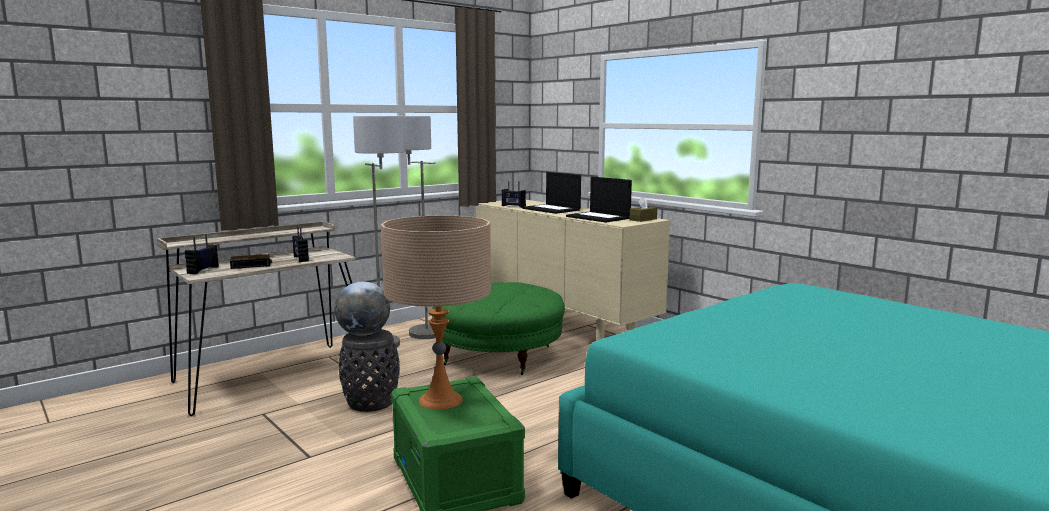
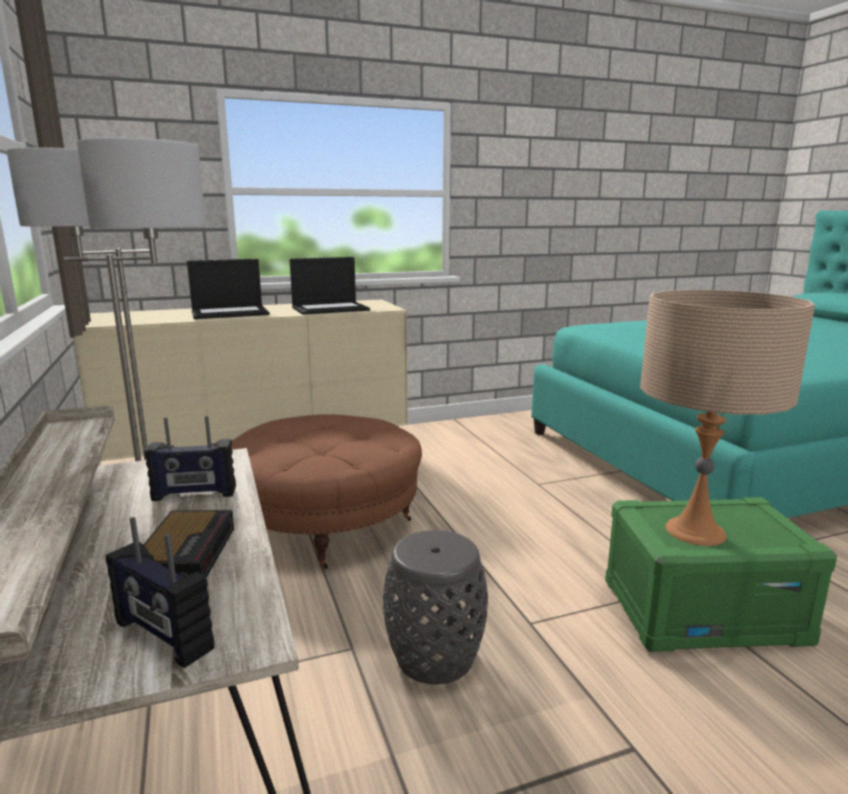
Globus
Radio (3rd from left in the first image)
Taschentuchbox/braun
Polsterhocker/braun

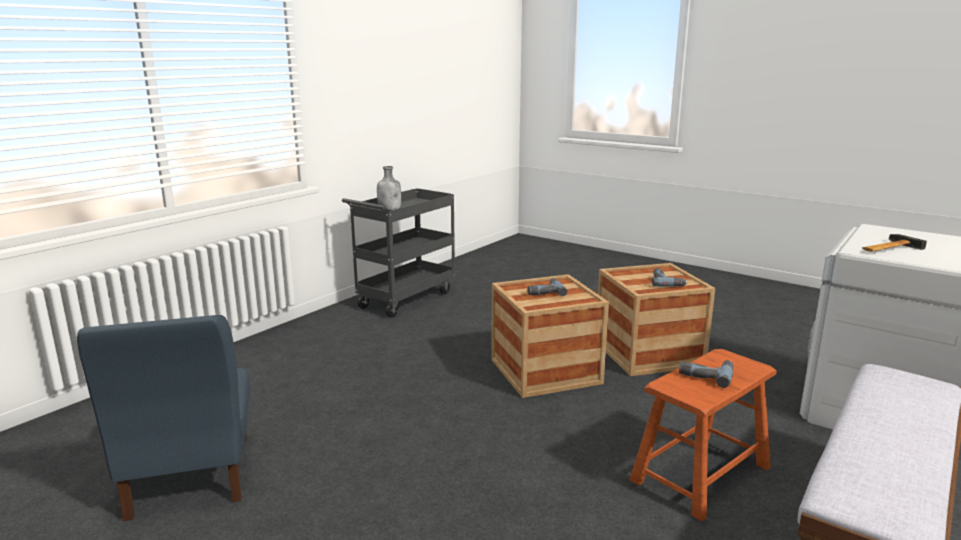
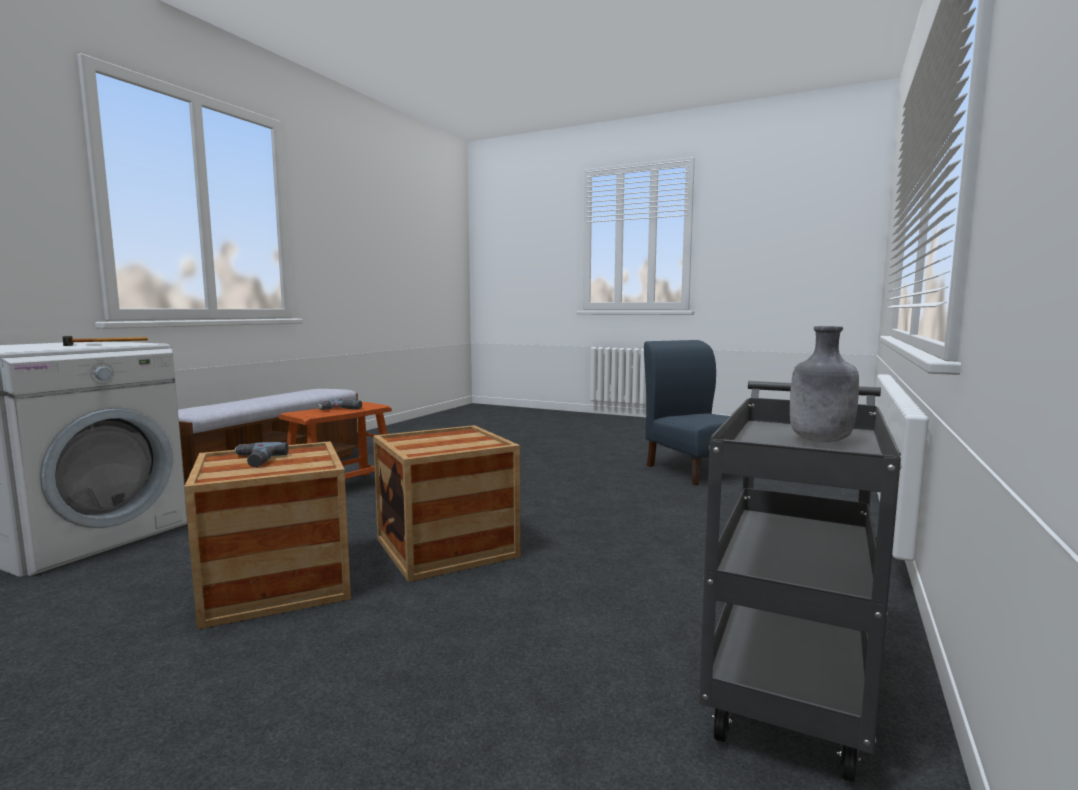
Bohrmaschine (1st from left in the first image)

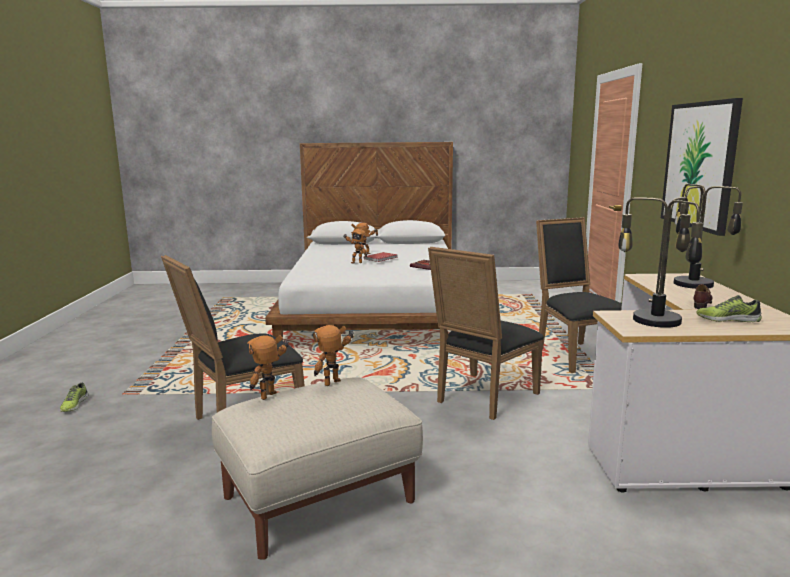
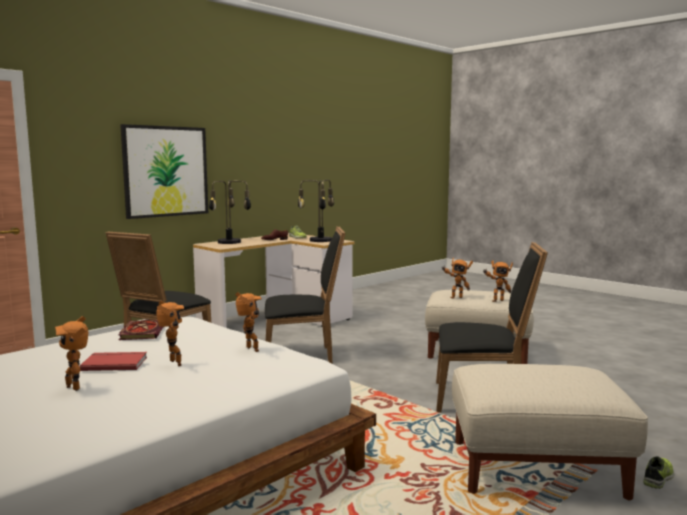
Spielzeugroboter (3rd from left)
Polsterhocker/beige (2nd from left)

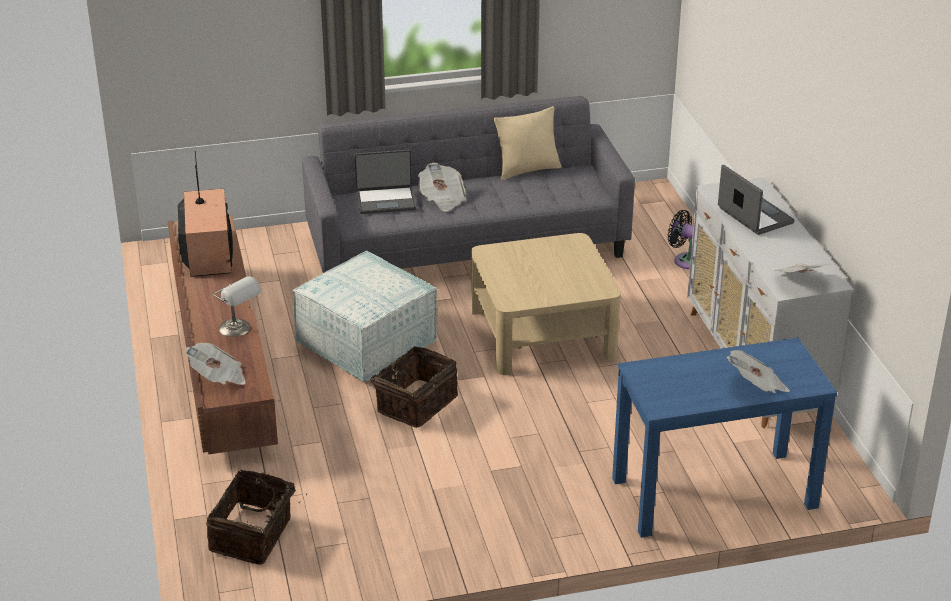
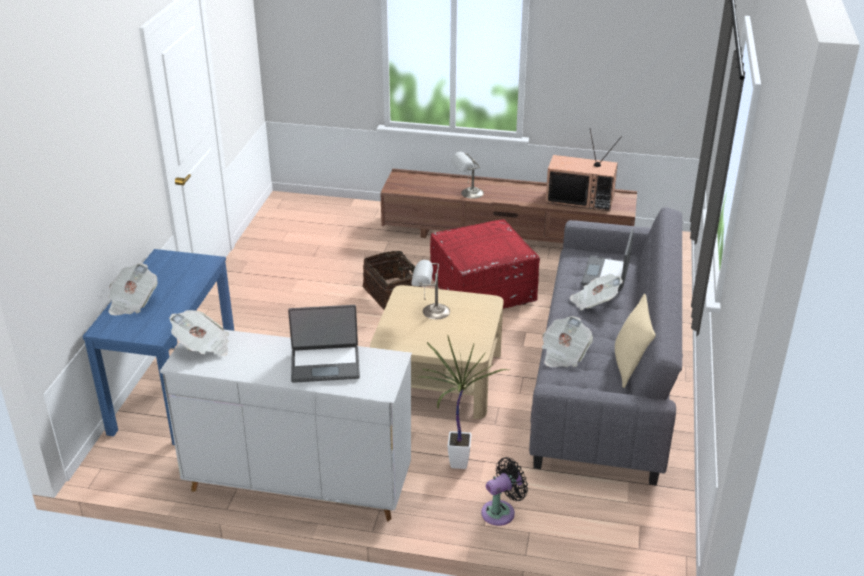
Korb (1st from left in the first image)
Tischlampe/weiß (1st from left)
Topfpflanze
Zeitung (3rd from left)
Polsterhocker/rot

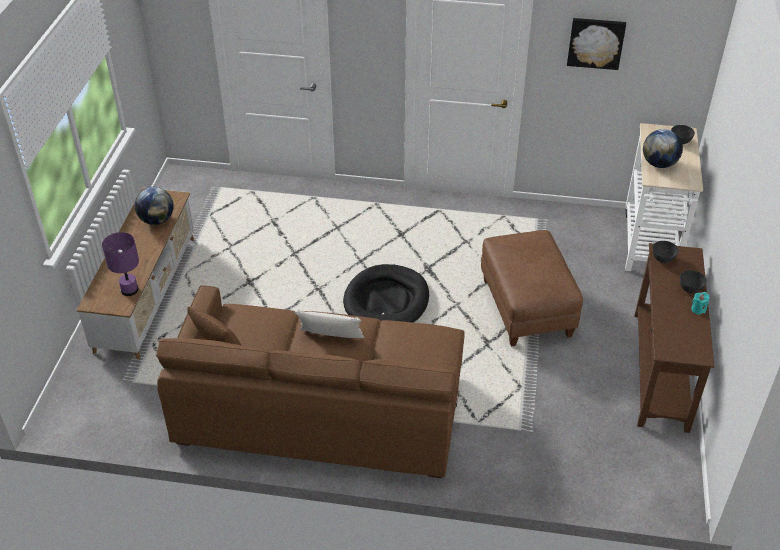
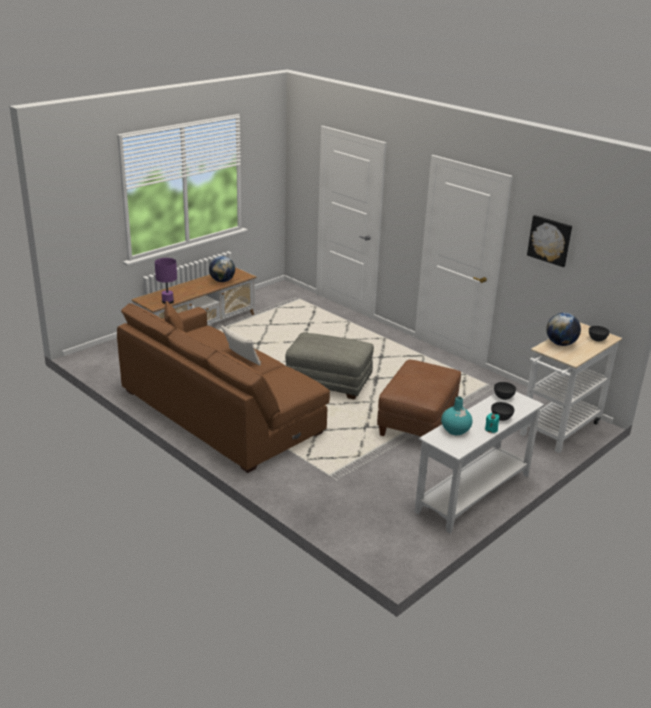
Vase/türkis
Polsterhocker/grau
Konsolentisch/weiß

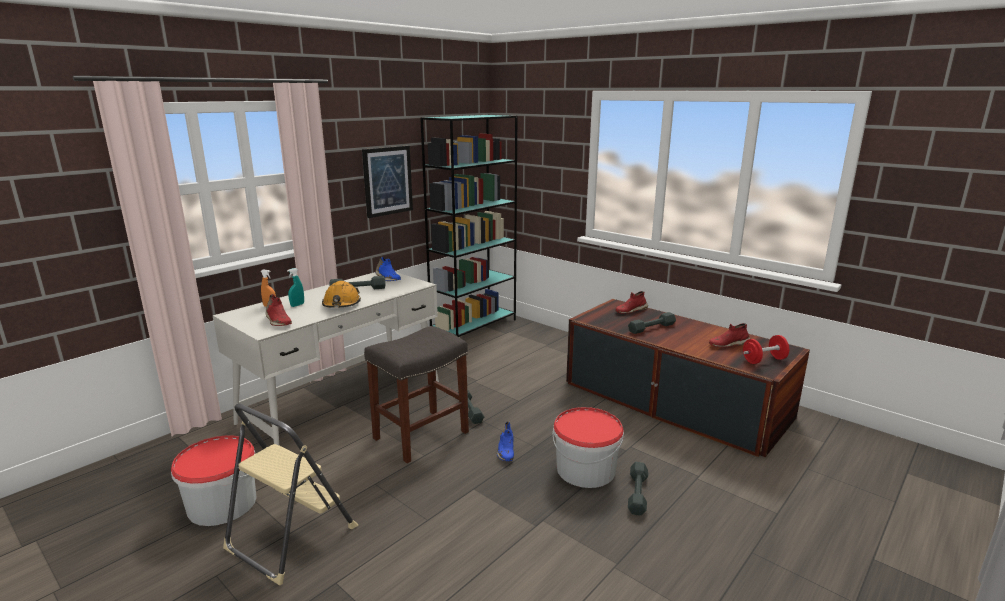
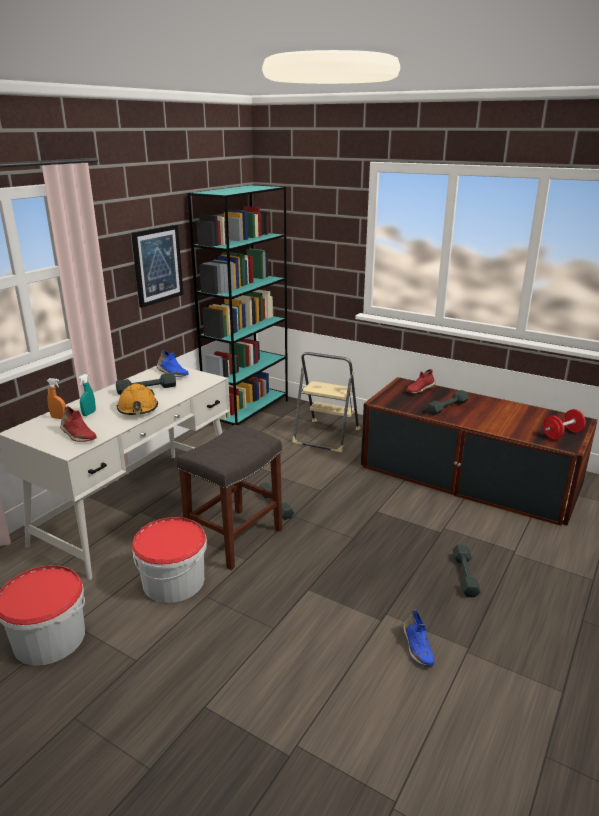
Schuh/rot (3rd from left in the first image)
Trittleiter/beige
Schuh/blau (2nd from left)
Eimer (2nd from left)

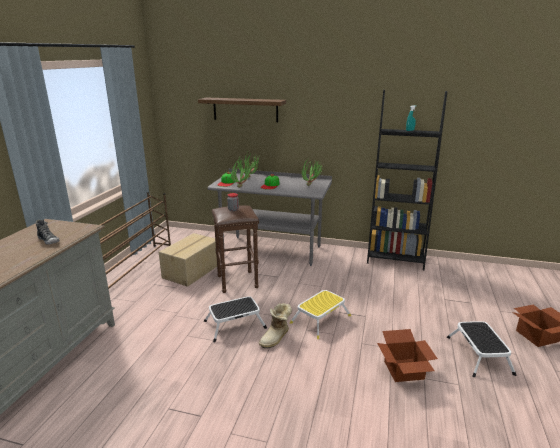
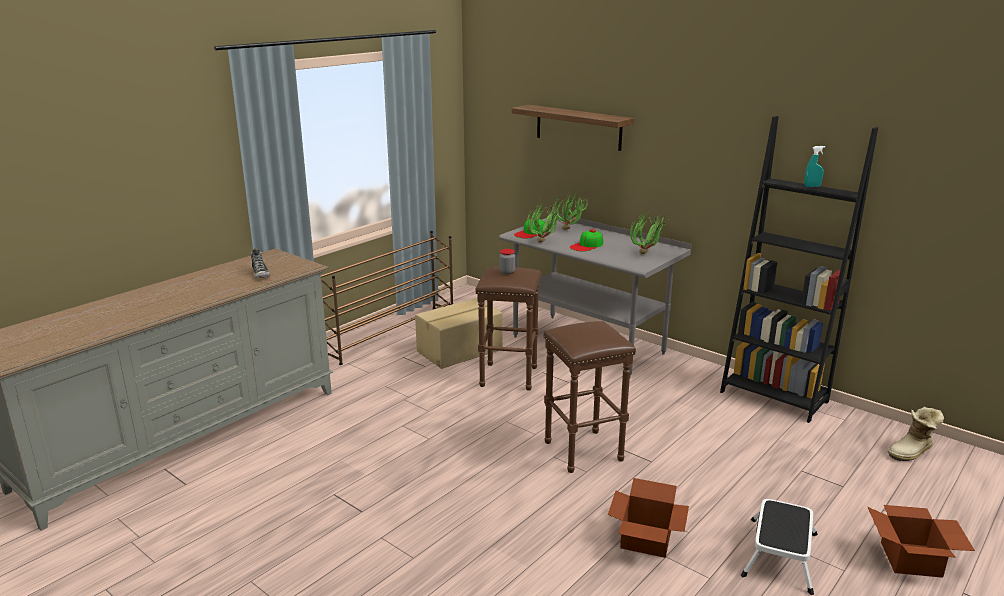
Trittleiter/schwarz (1st from left in the first image)
Stiefel
Hocker/braun (2nd from left)

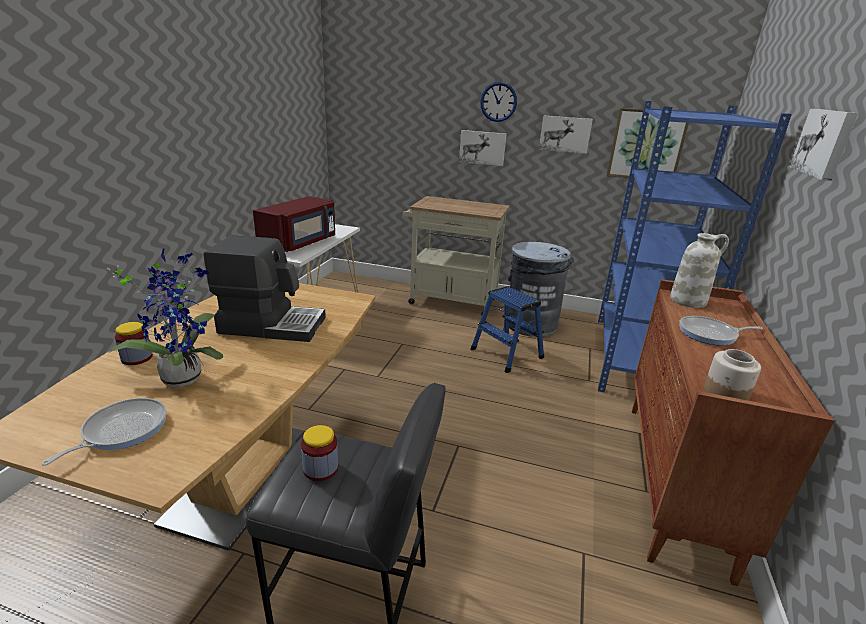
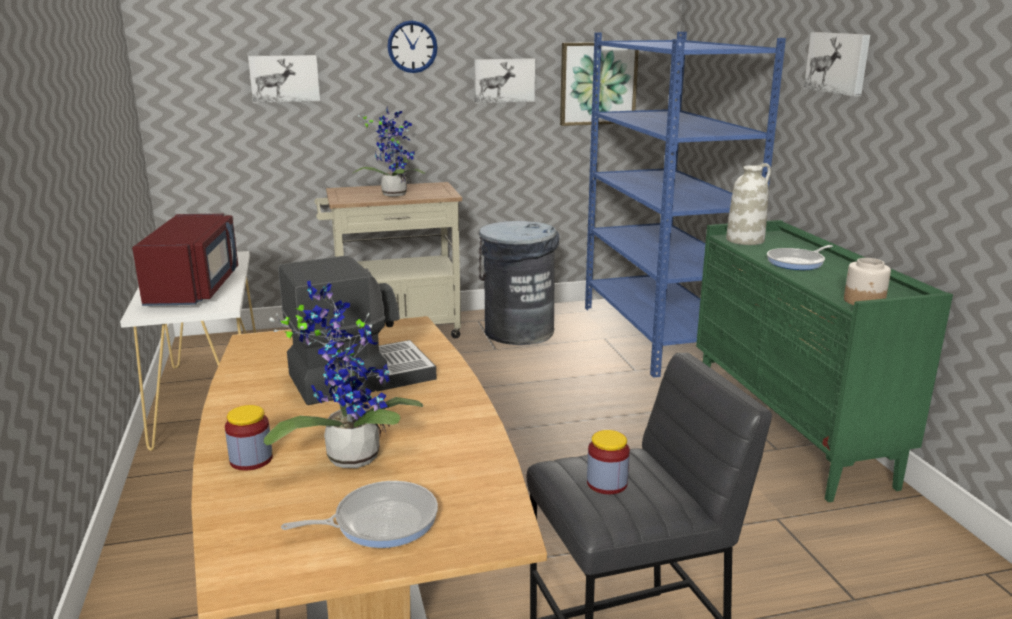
Trittleiter/blau
Topfpflanze (2nd from left)
Bild (1st from left)
Schrank/grün
Pfanne (1st from left)

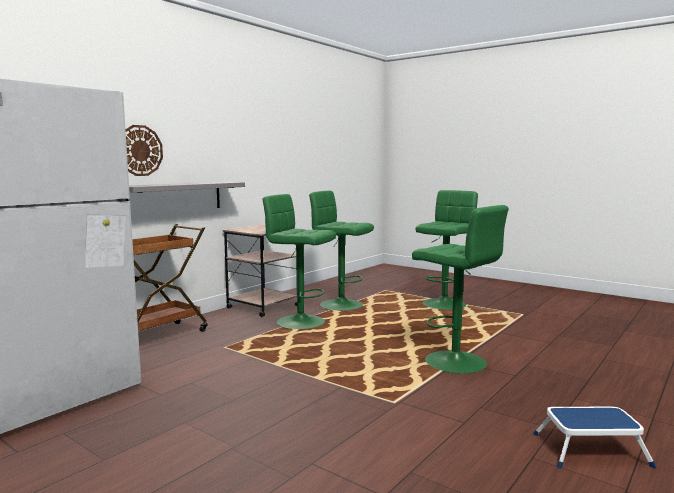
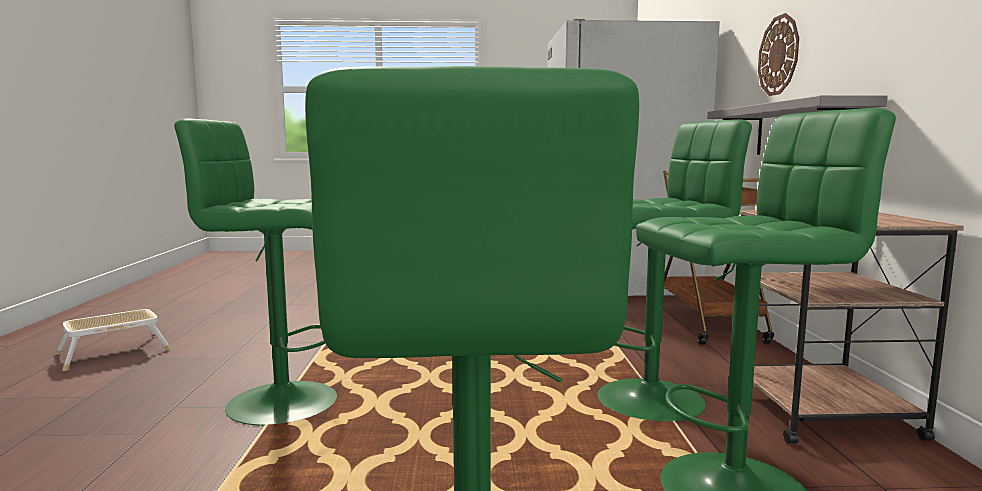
Trittleiter/beige

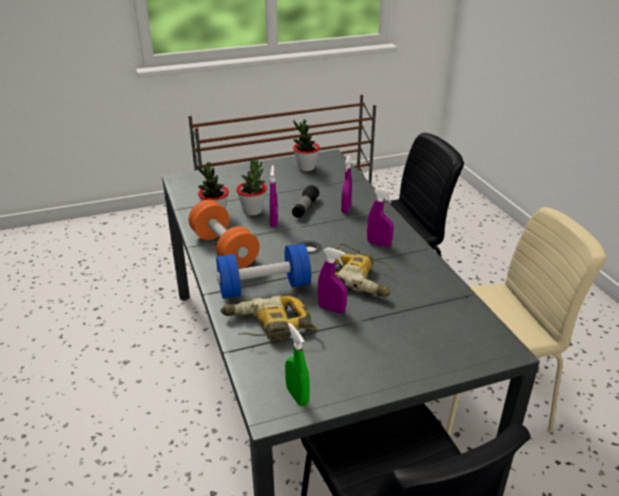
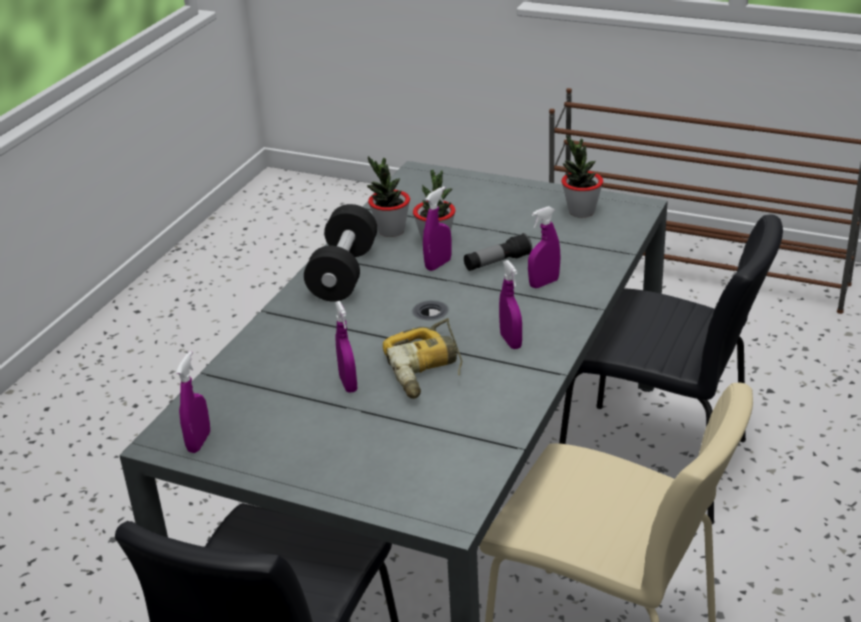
Hantel/blau
Bohrmaschine (1st from left in the first image)
Hantel/schwarz
Sprühflasche/lila (1st from left)

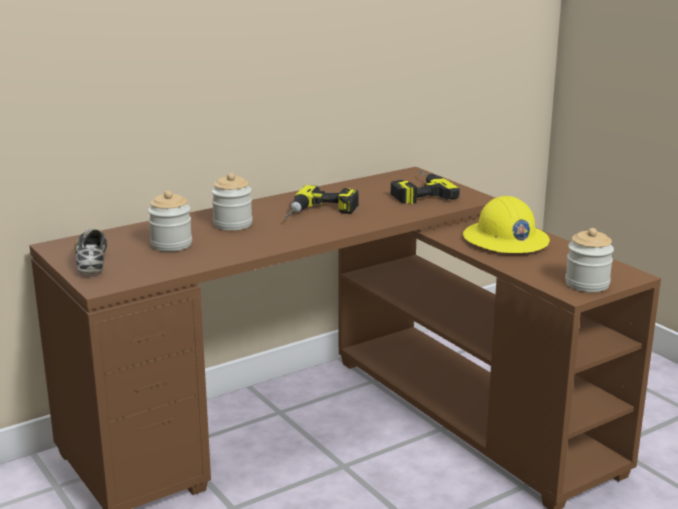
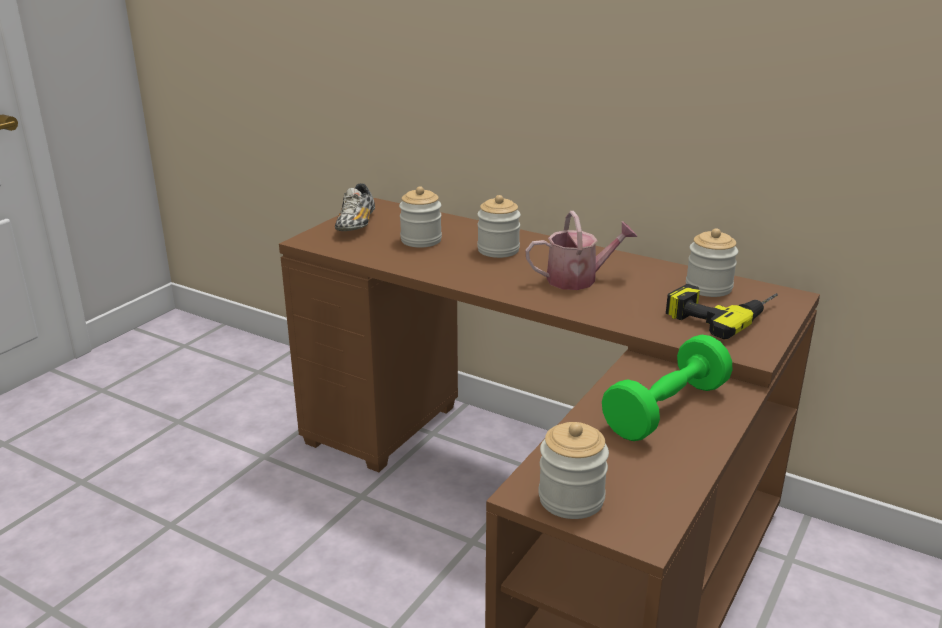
Vorratsglas (4th from left)
Gießkanne
Hantel/grün
Schuh

